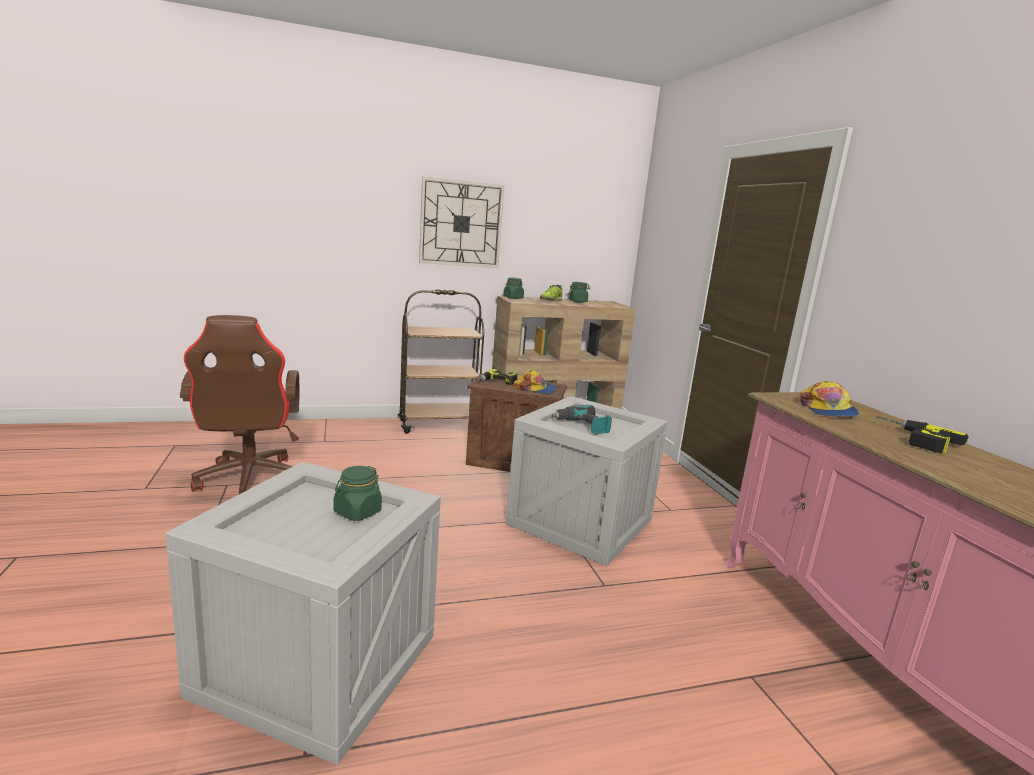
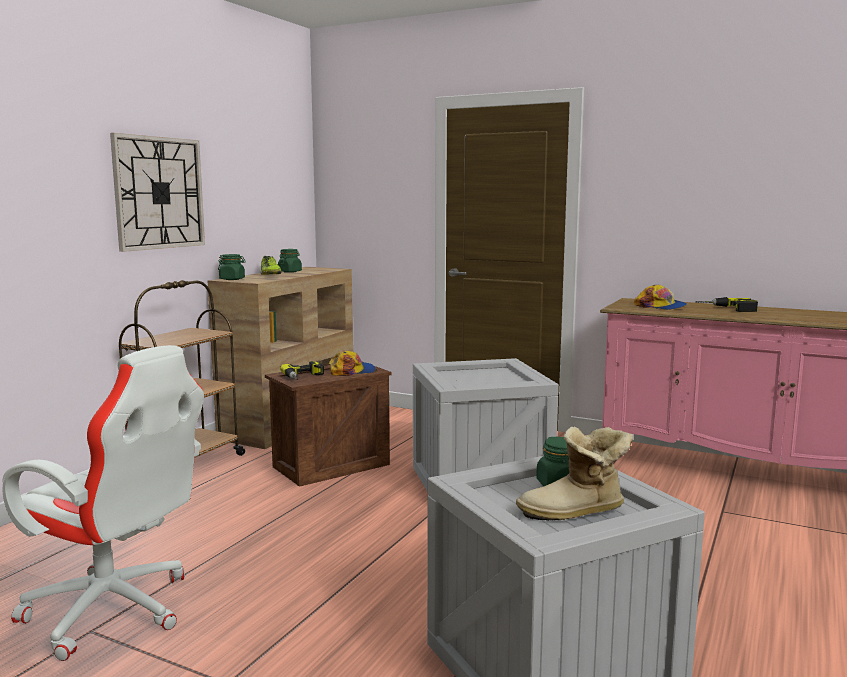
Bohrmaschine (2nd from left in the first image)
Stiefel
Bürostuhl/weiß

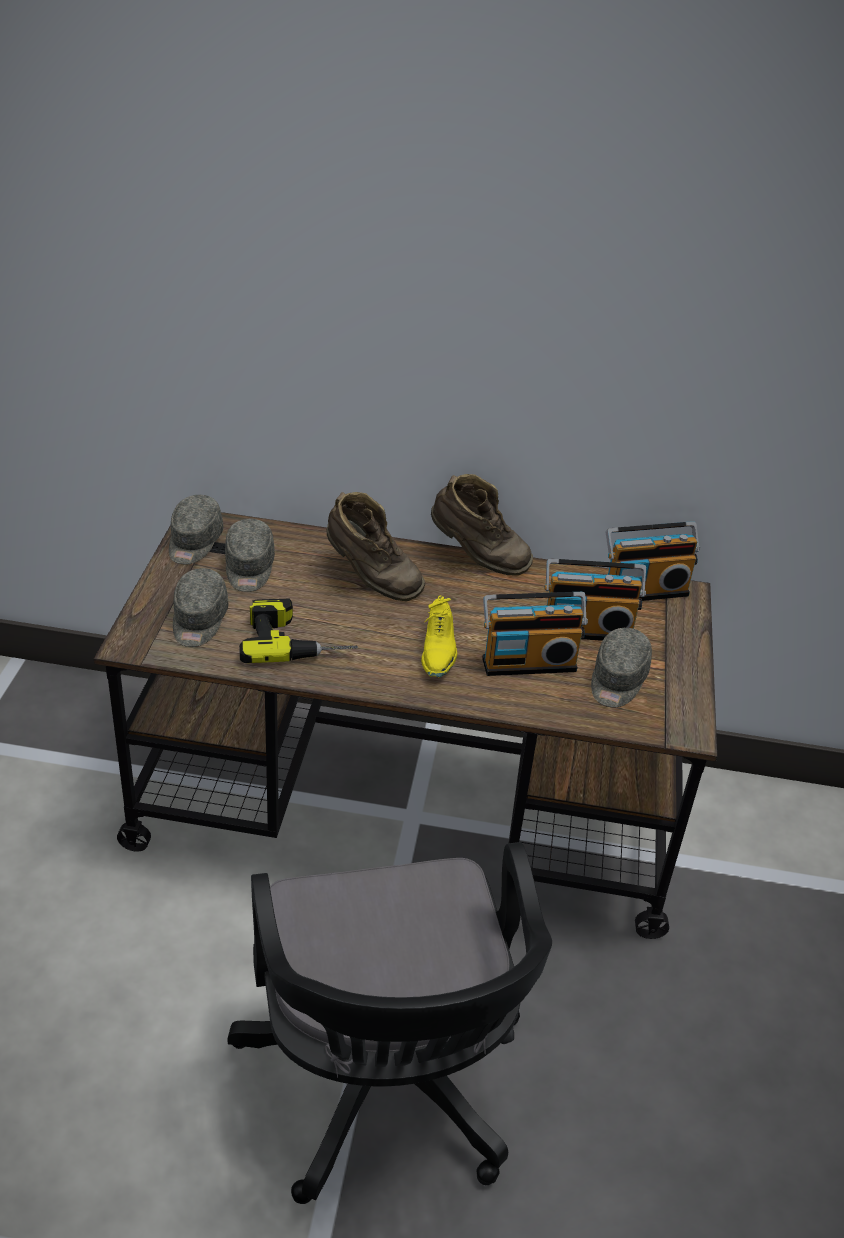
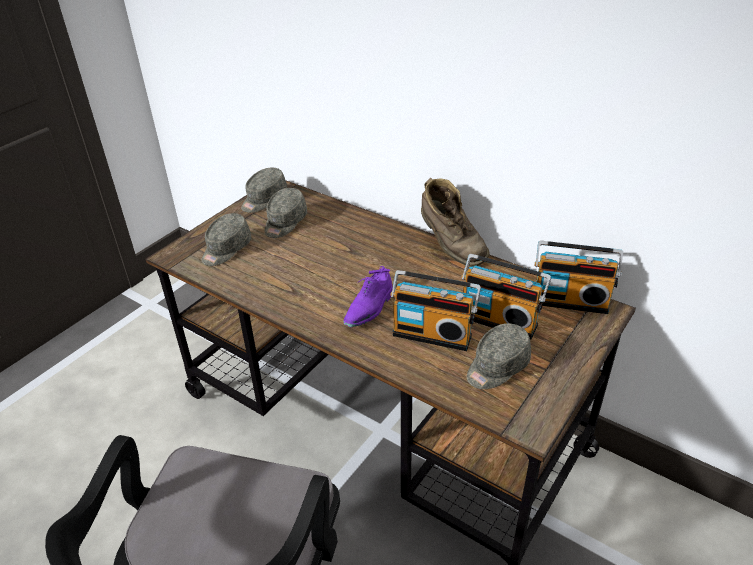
Bohrmaschine
Stiefel/braun (1st from left in the first image)
Schuh/lila

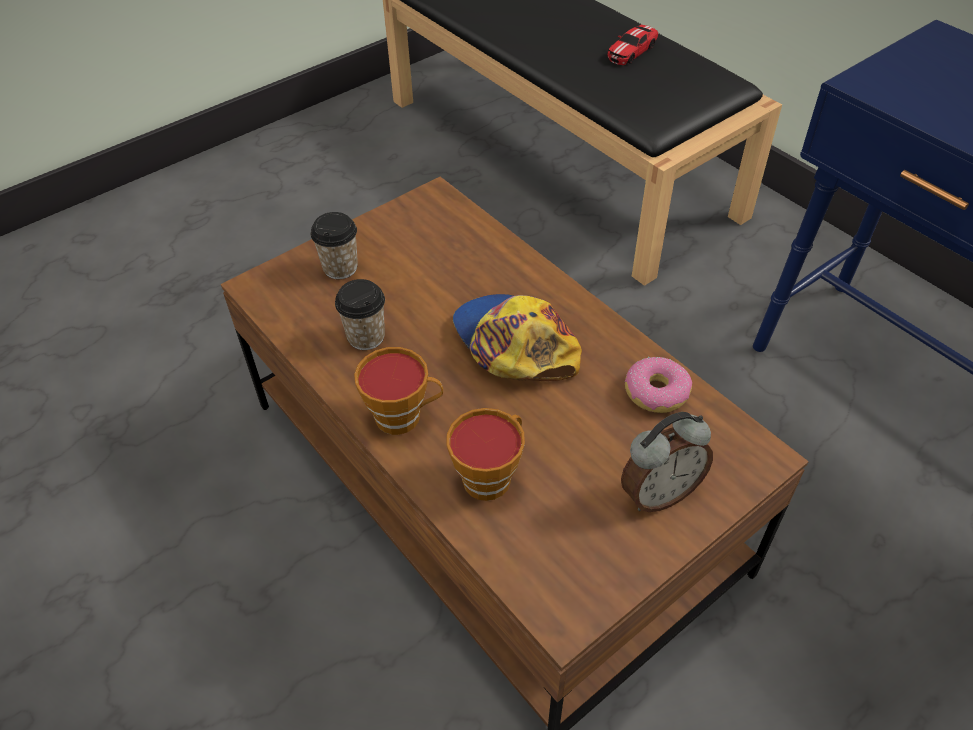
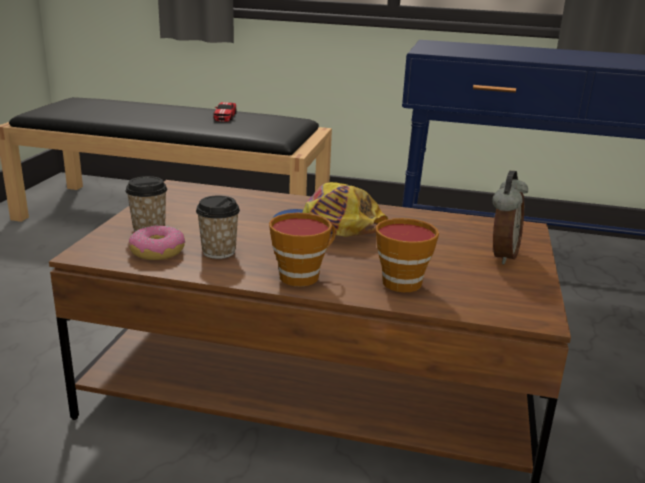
Donut

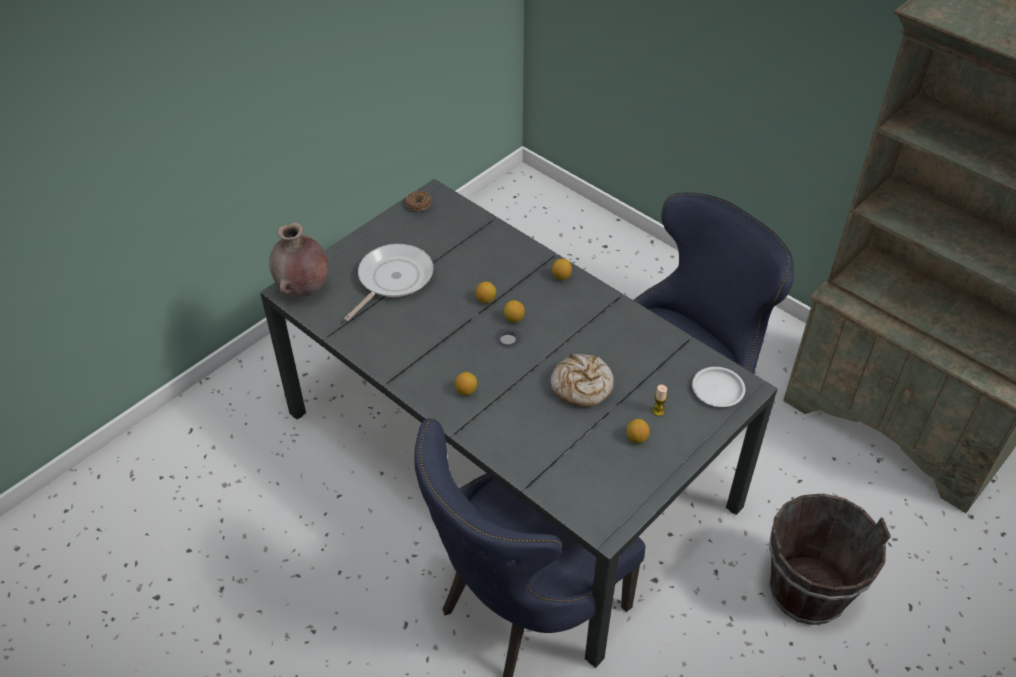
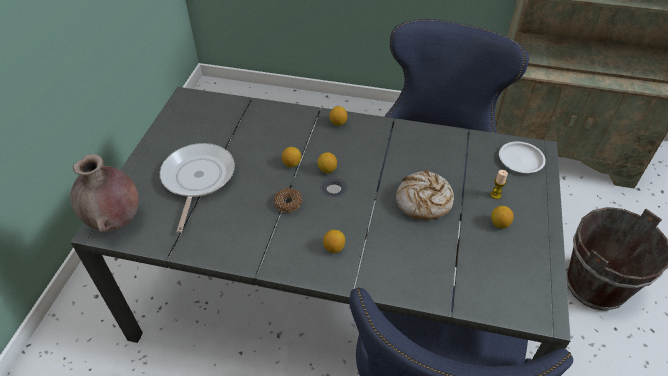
Donut

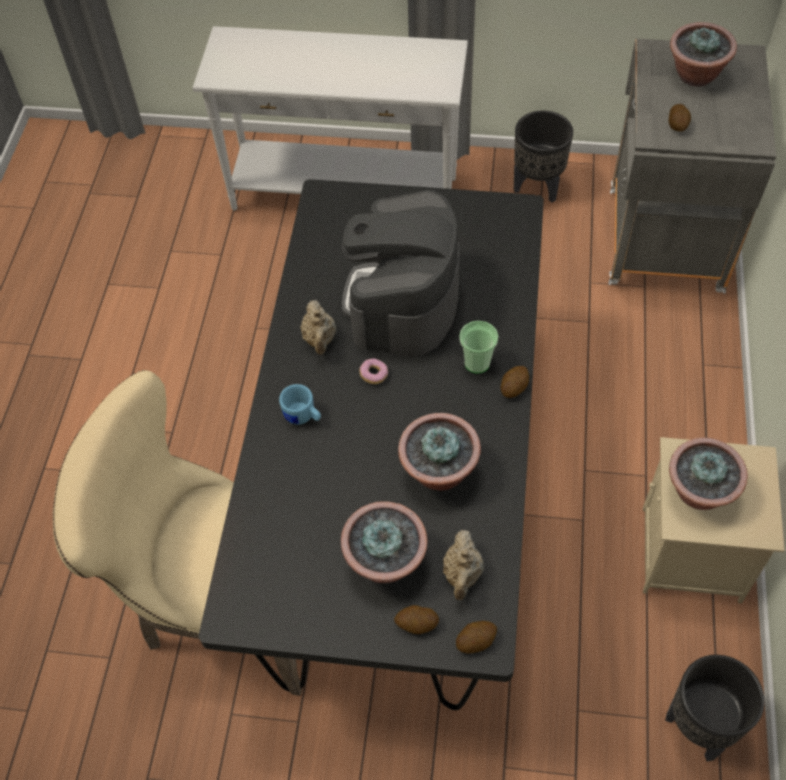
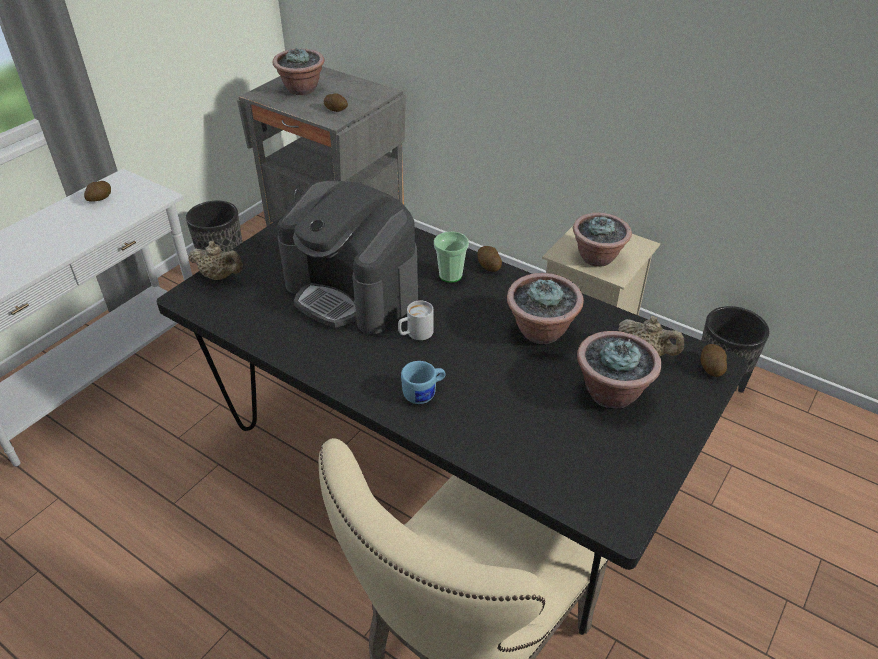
Teekanne/beige (1st from left)
Kartoffel (1st from left)
Henkelbecher/weiß

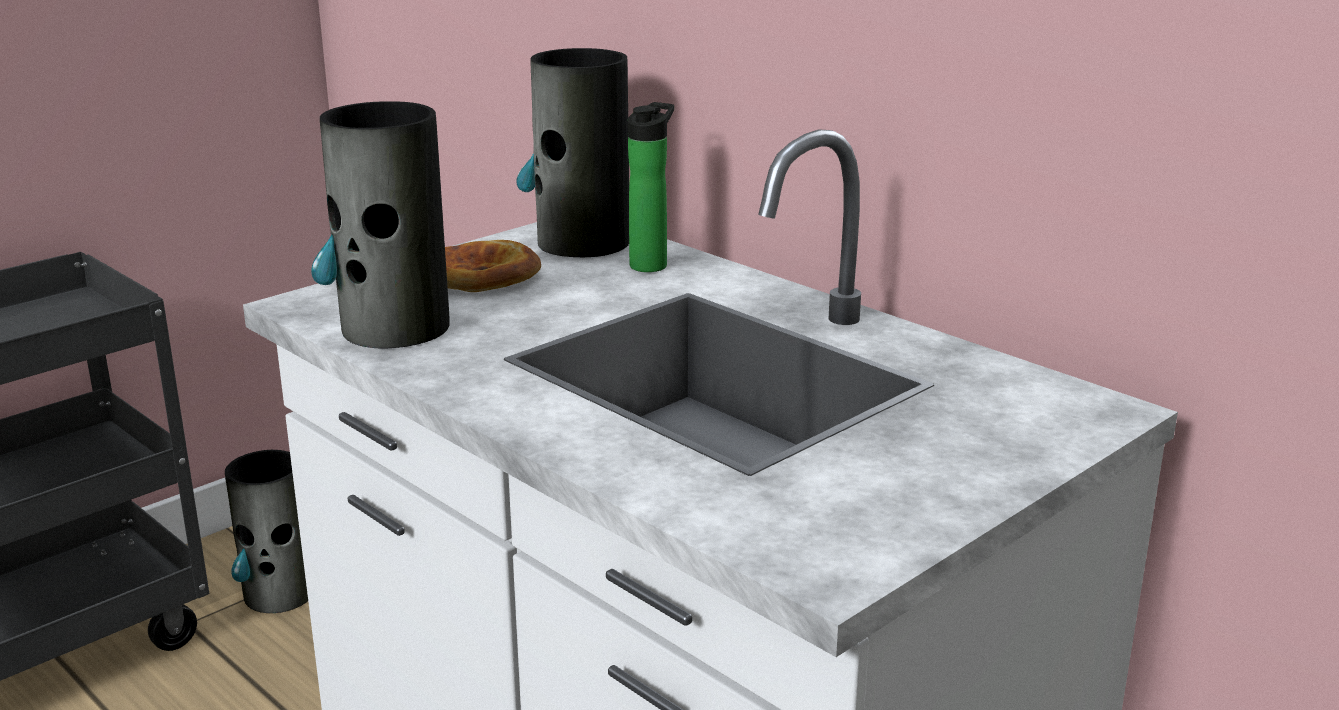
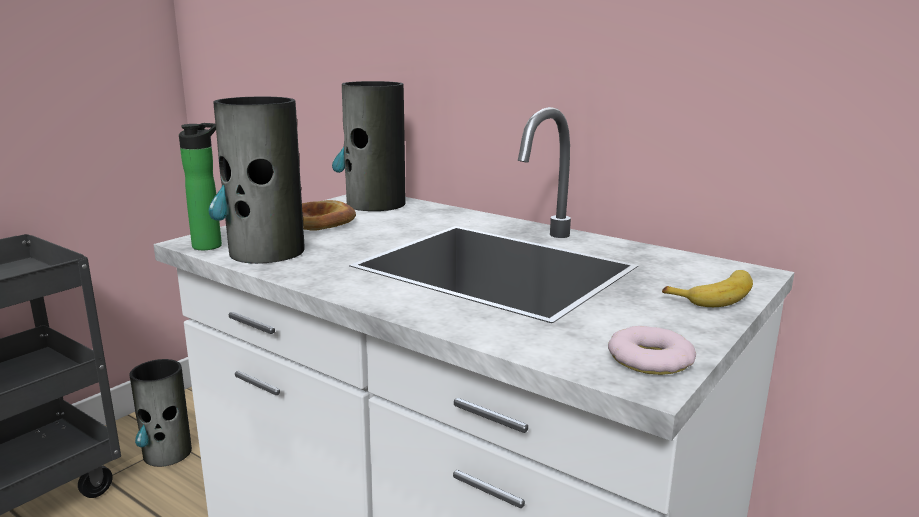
Donut
Banane
Flasche

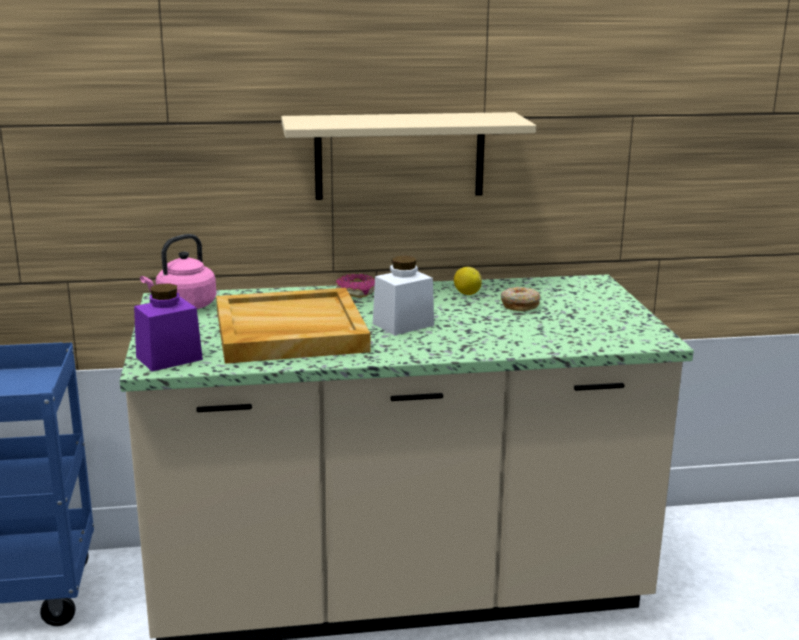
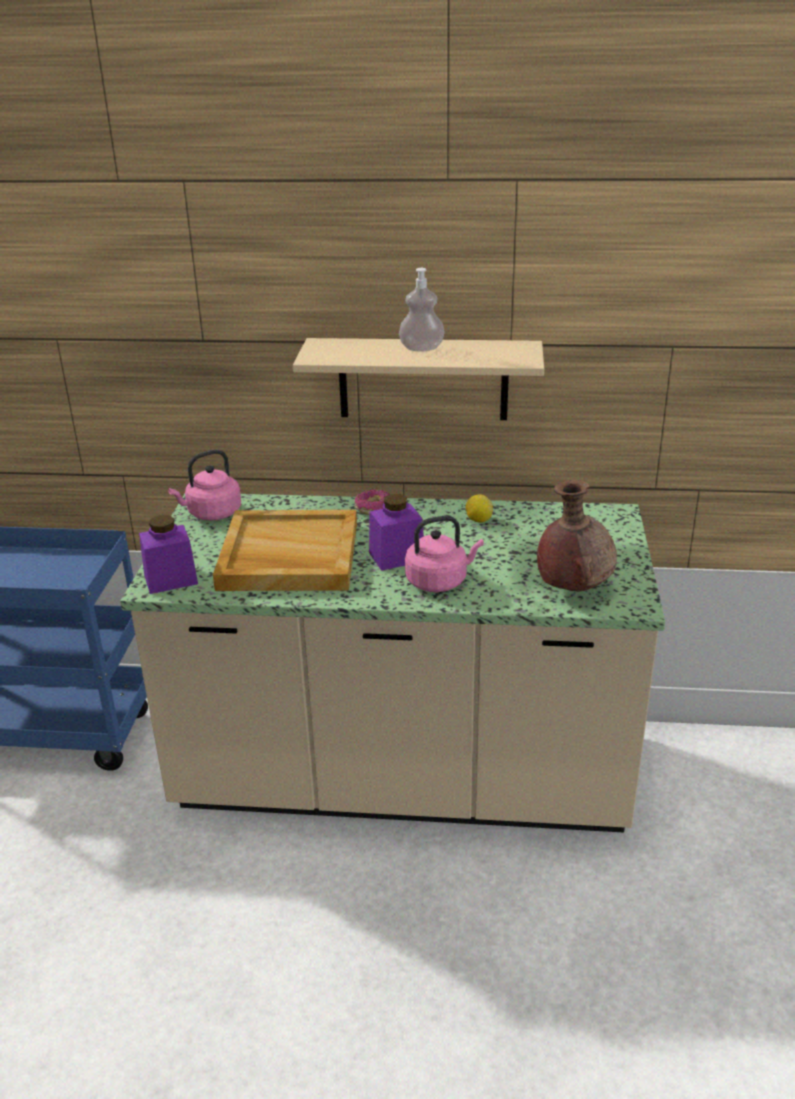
Donut (2nd from left in the first image)
Seifenspender
Wasserkessel/rosa (2nd from left)
Vase/braun
Vorratsglas/lila (2nd from left)

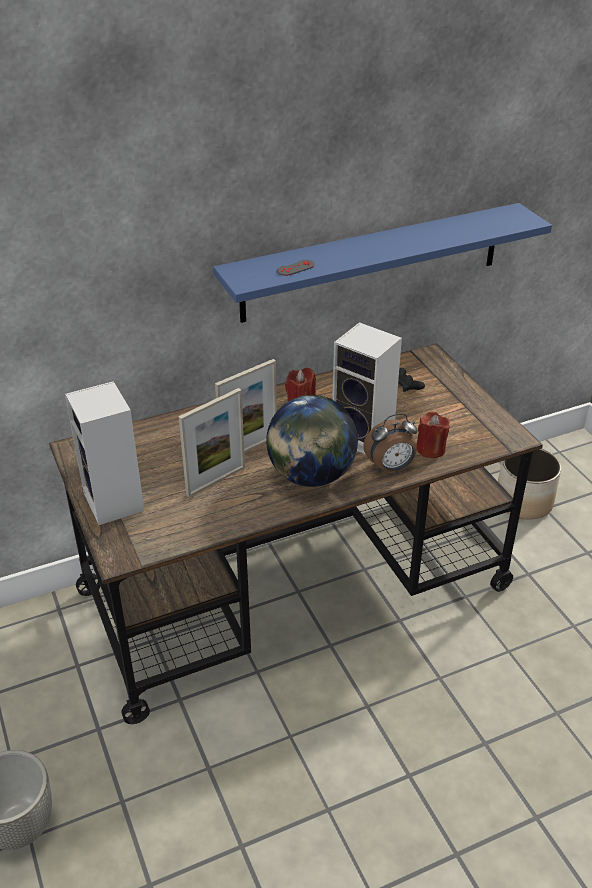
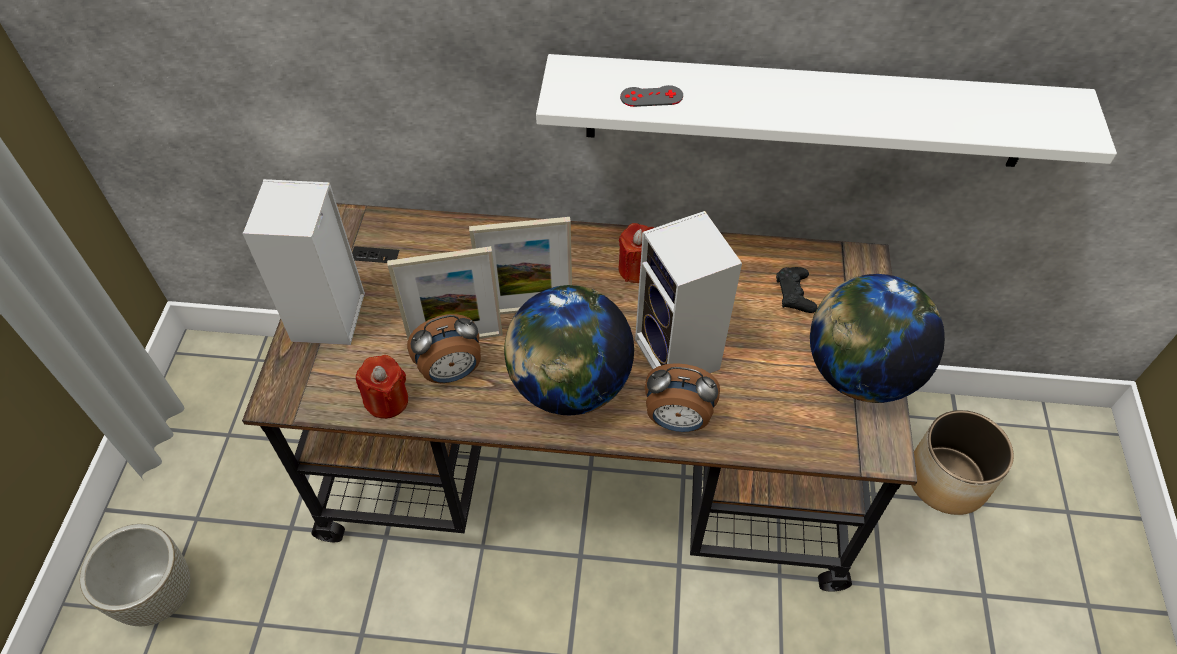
Wecker (1st from left)
Globus (2nd from left)
Kerze/rot (1st from left)
Wandregal/weiß

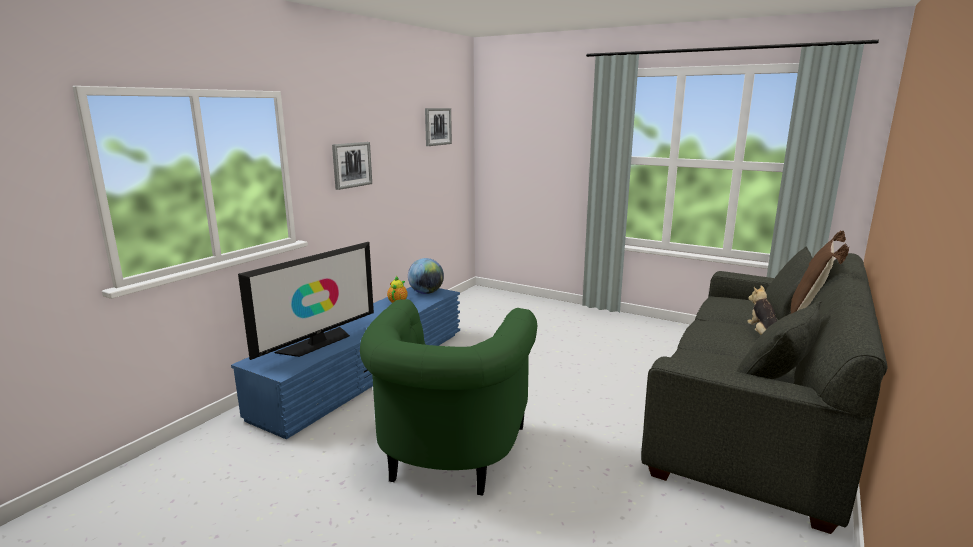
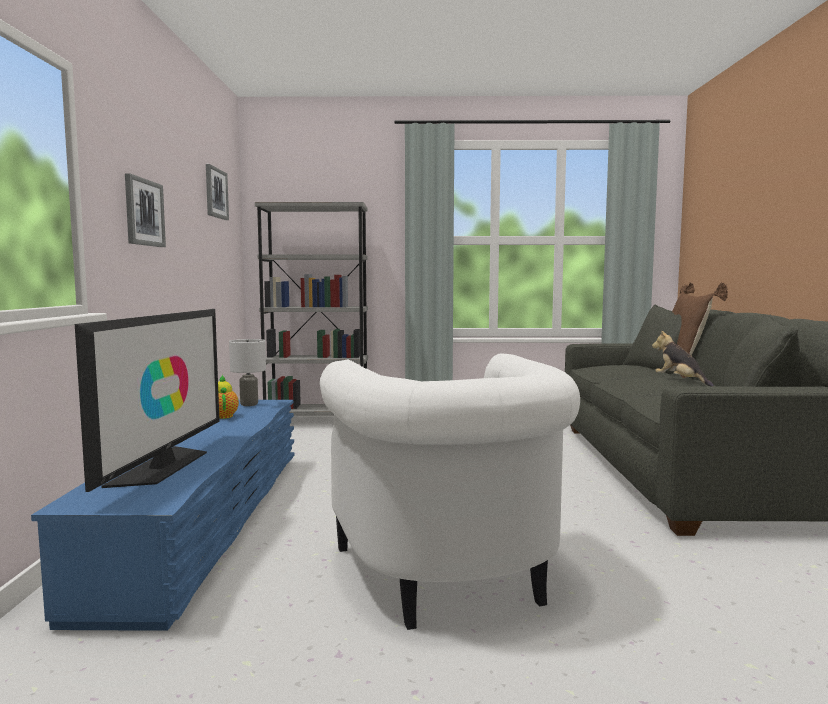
Bücherregal/grau
Tischlampe/weiß
Sessel/weiß

